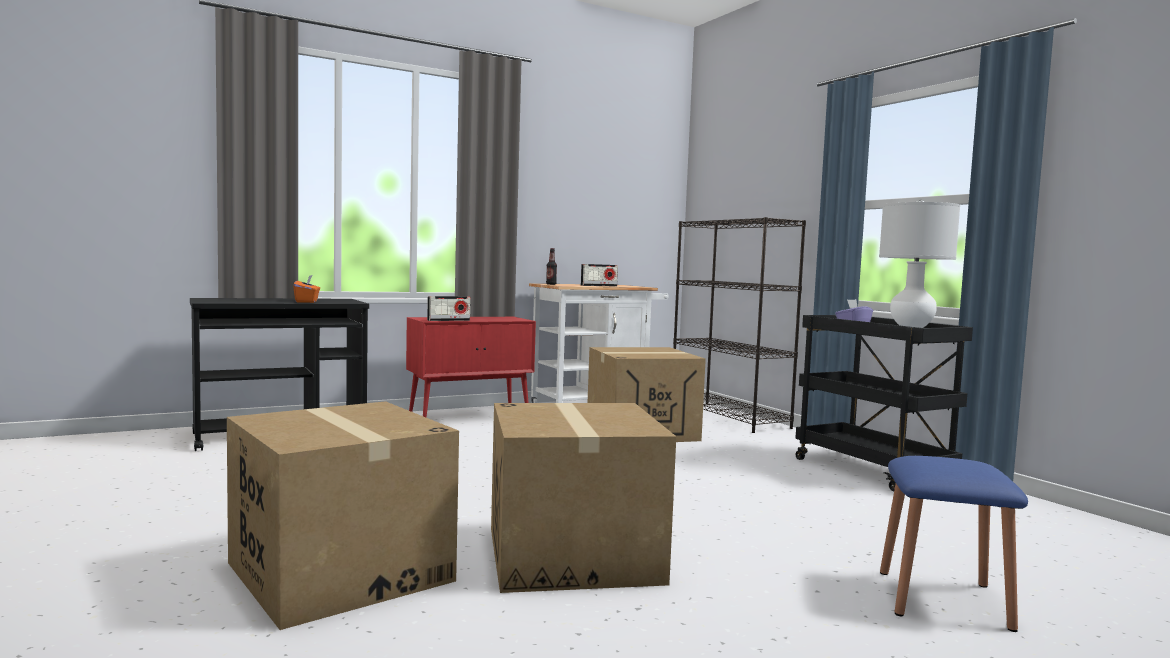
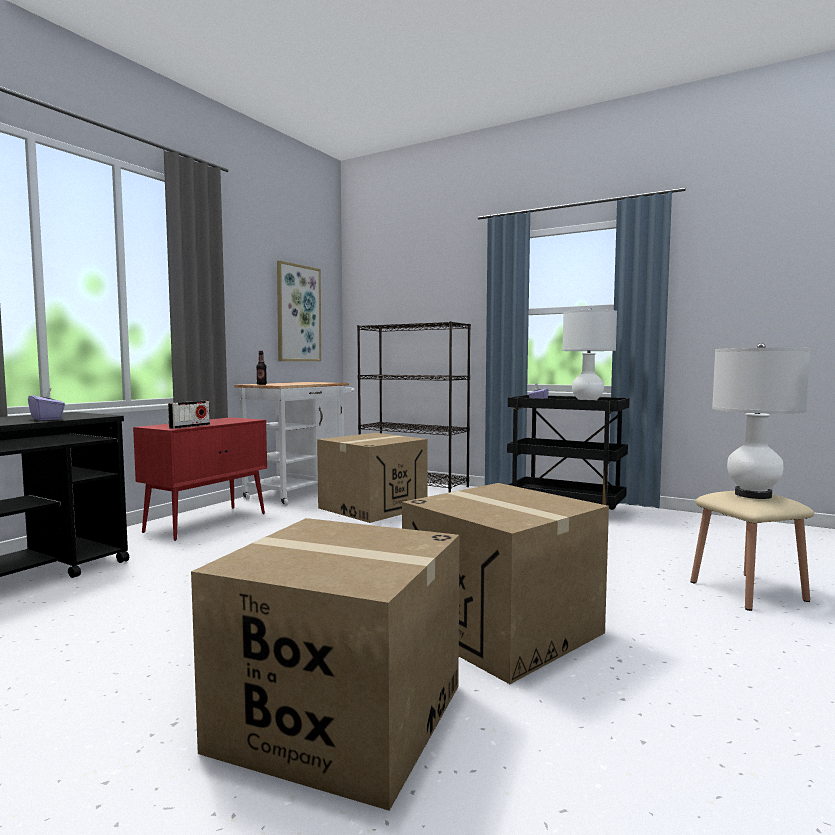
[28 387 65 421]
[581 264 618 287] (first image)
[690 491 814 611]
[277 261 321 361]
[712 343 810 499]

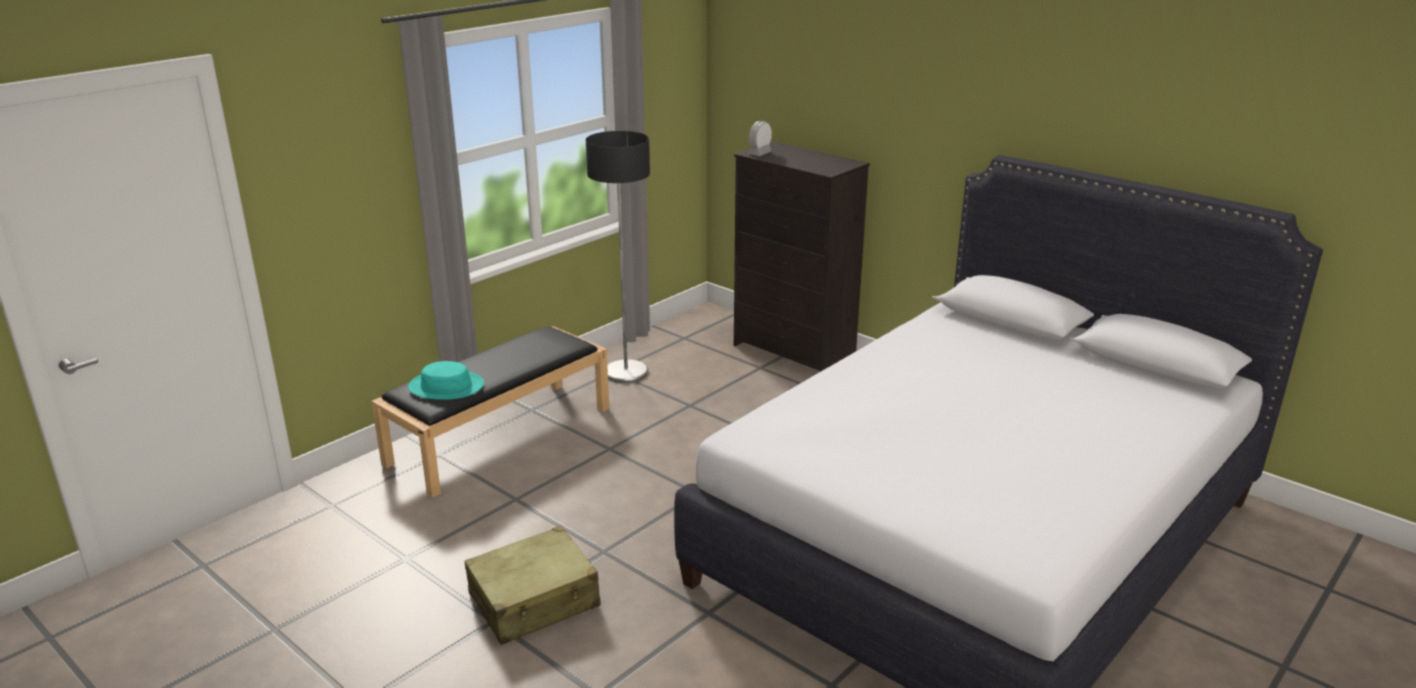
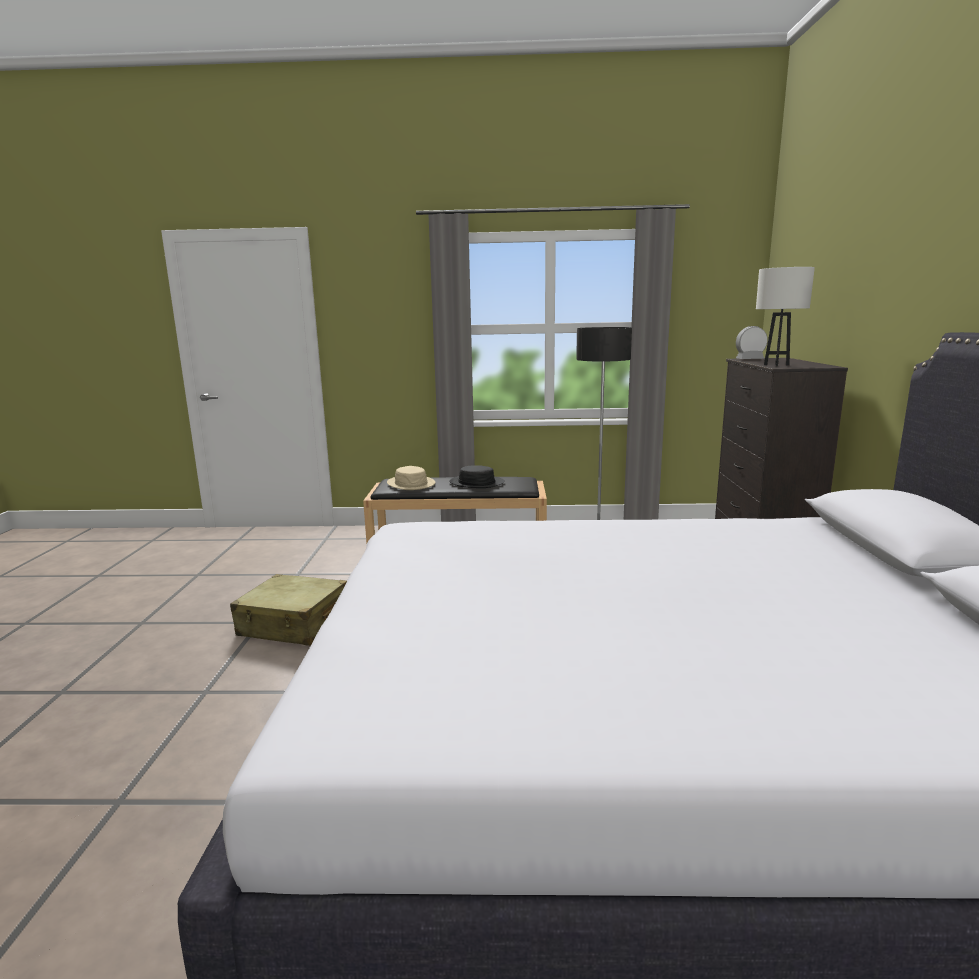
[387 466 435 490]
[449 465 504 488]
[756 267 815 366]

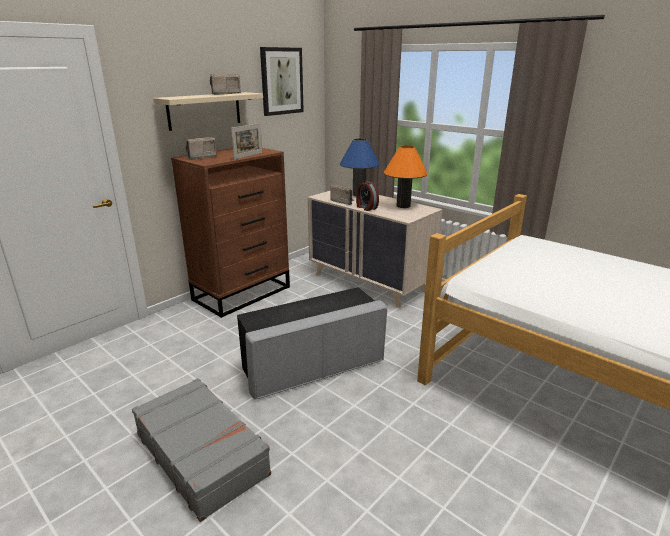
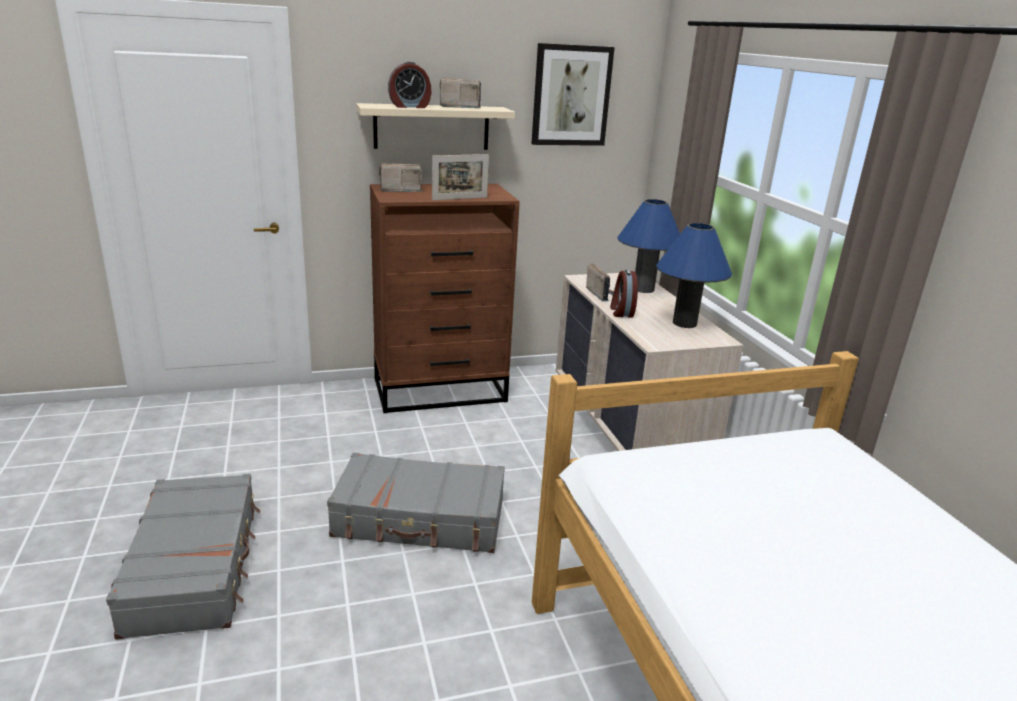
[327 452 505 553]
[656 223 732 328]
[388 61 431 108]

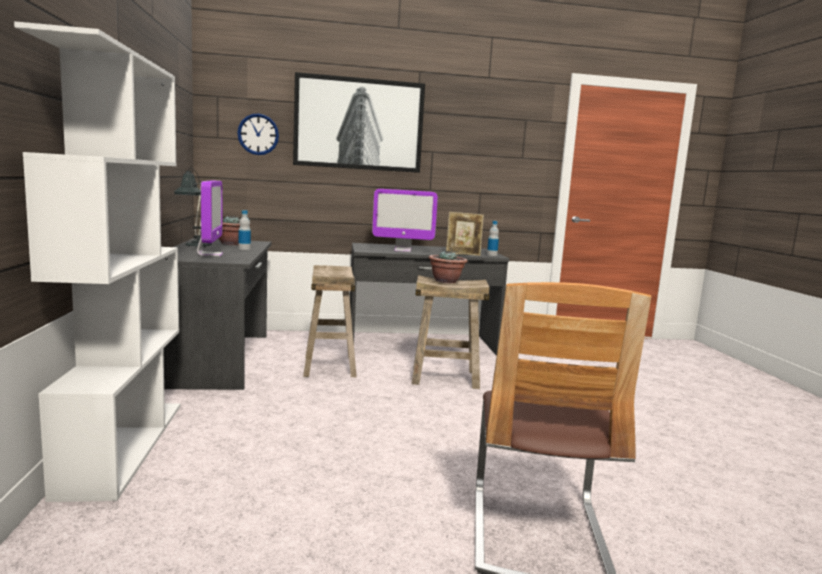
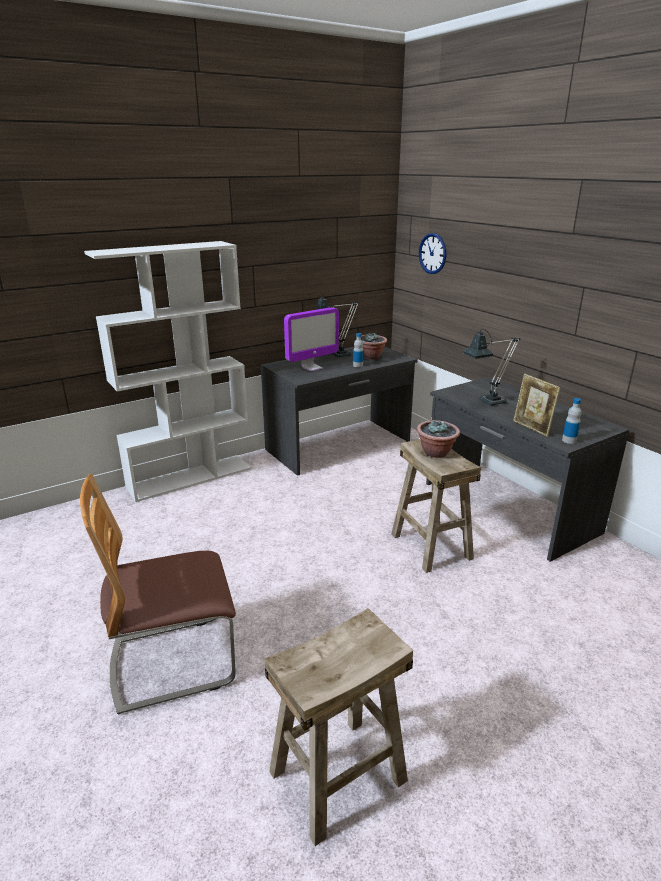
[293 72 425 173] (first image)
[265 608 413 846]
[463 329 520 406]

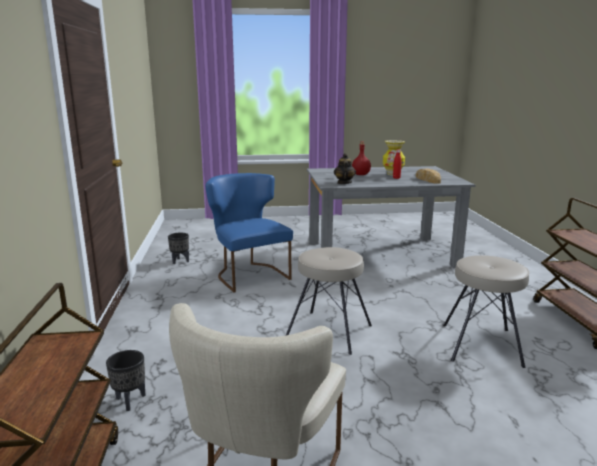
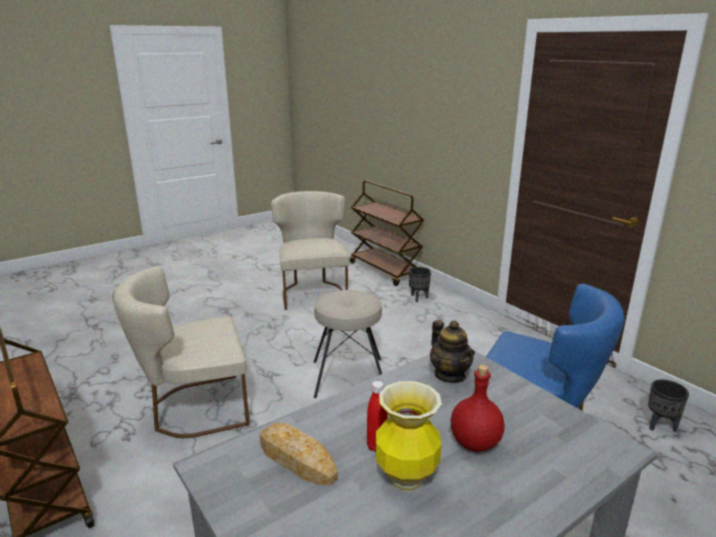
[112 266 250 438]

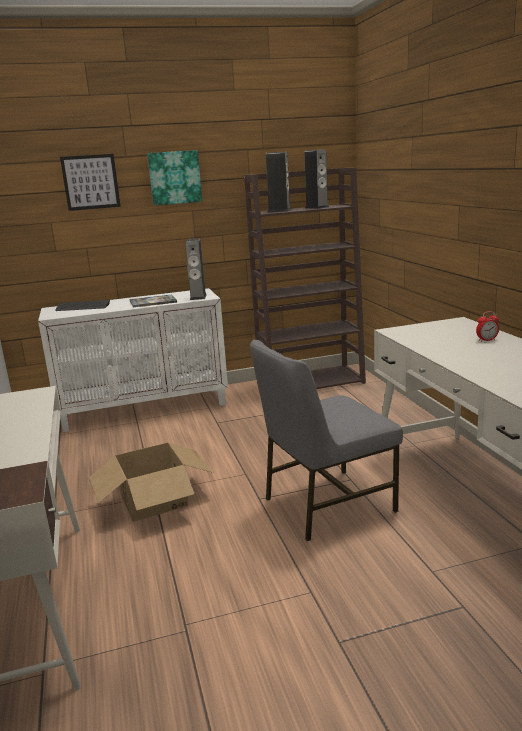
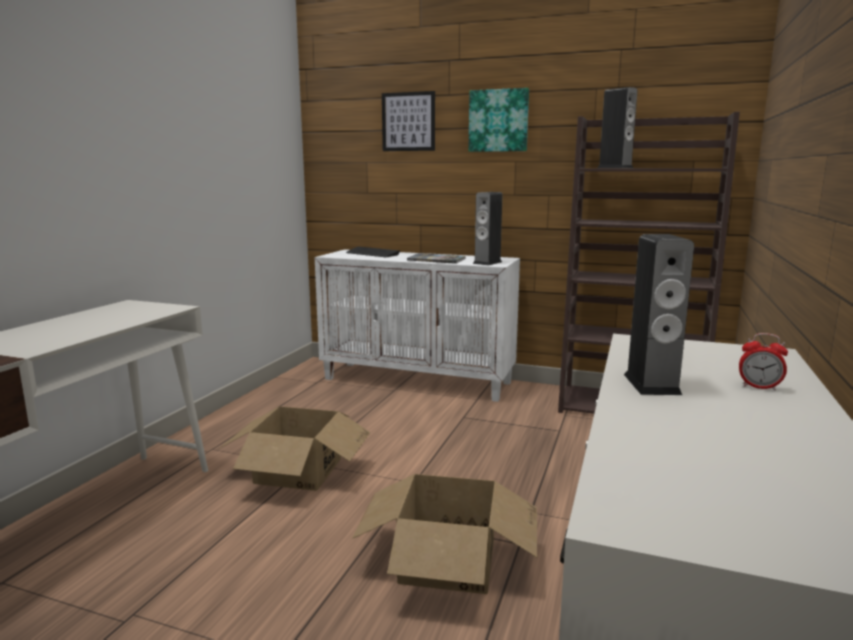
[352 474 537 594]
[624 234 694 395]

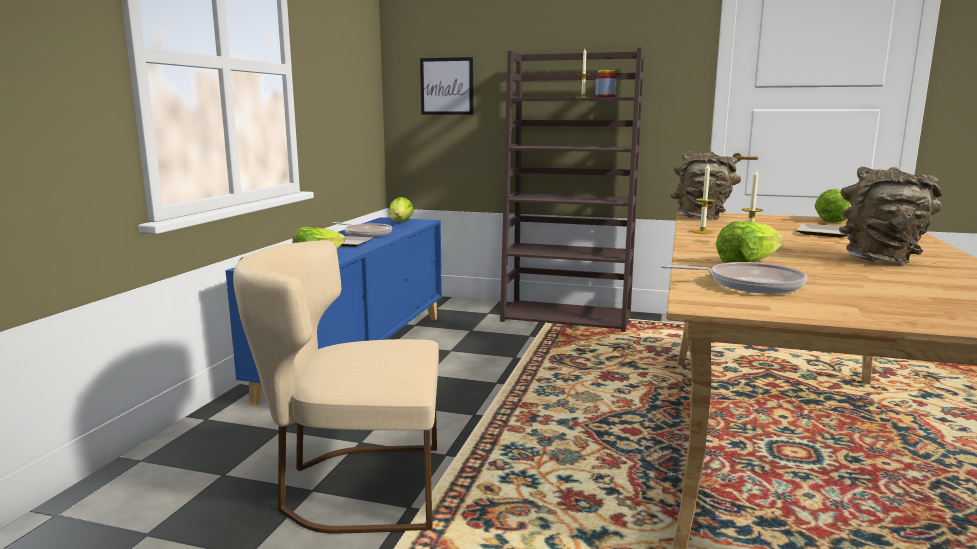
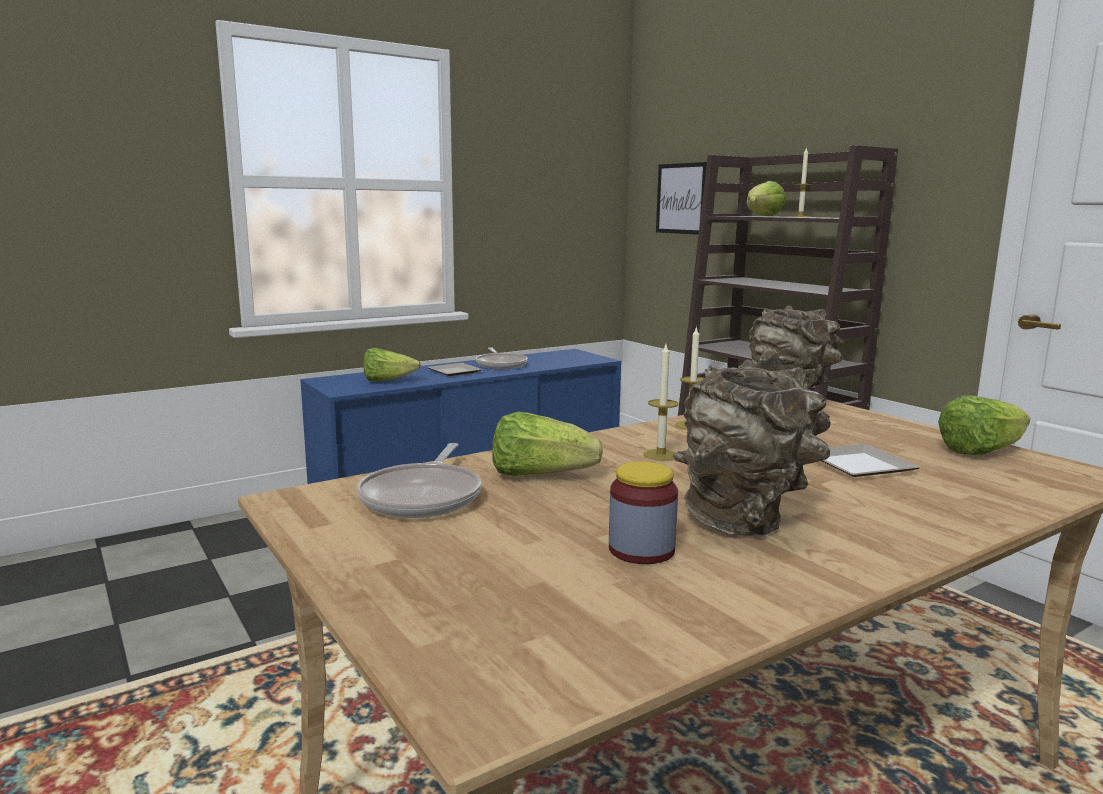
[233 240 439 534] (first image)
[747 181 786 216]
[609 462 678 564]
[357 443 481 518]

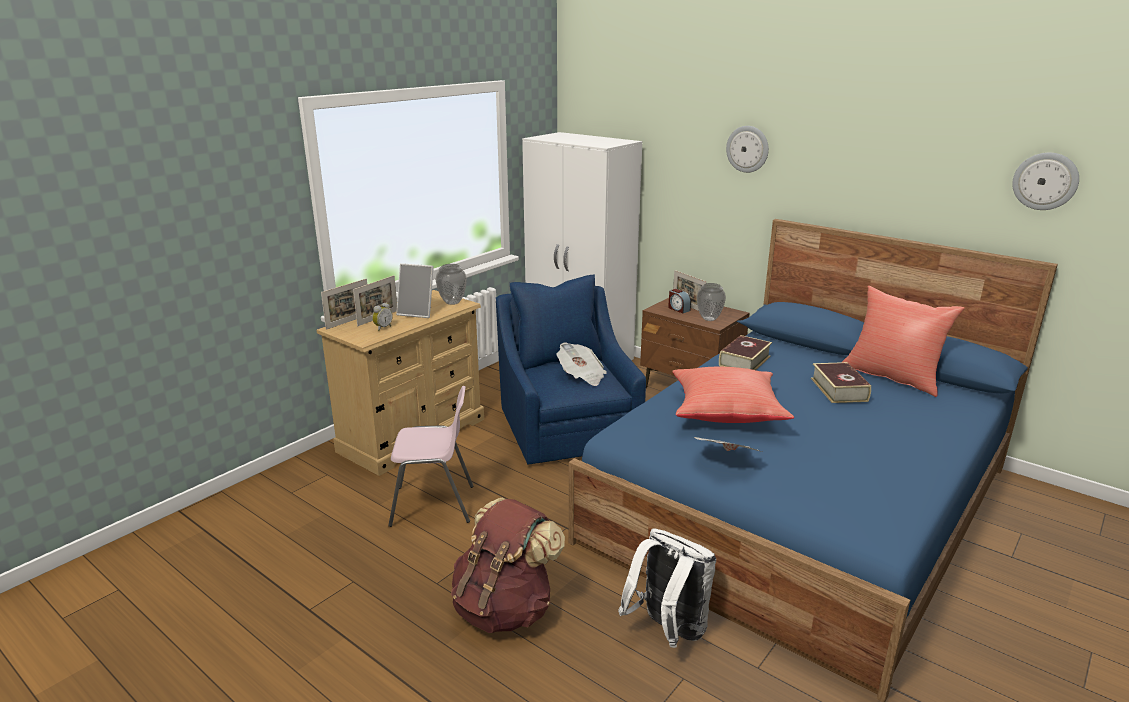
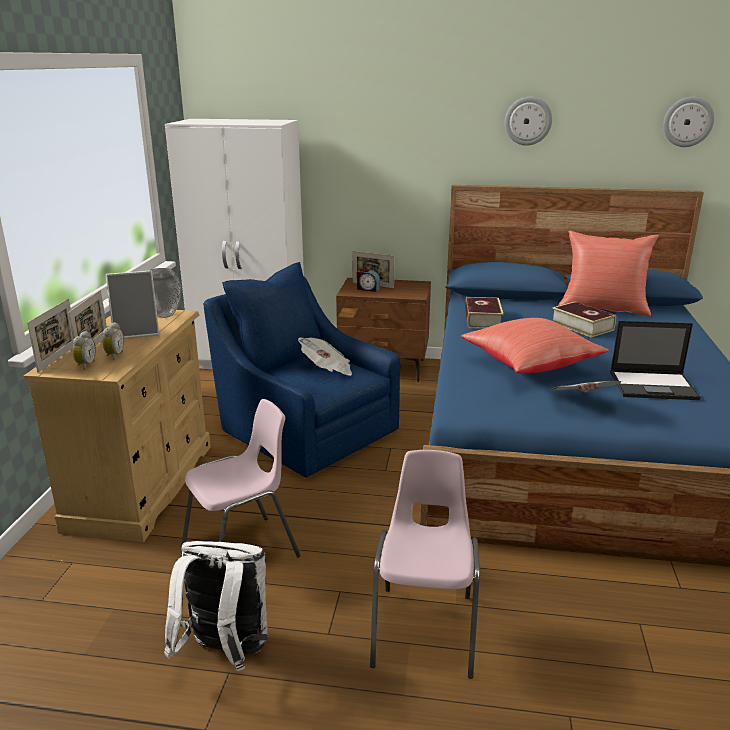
[370 450 480 679]
[164 541 268 671]
[697 283 726 321] (first image)
[505 97 552 146]
[73 331 96 370]
[610 321 701 400]

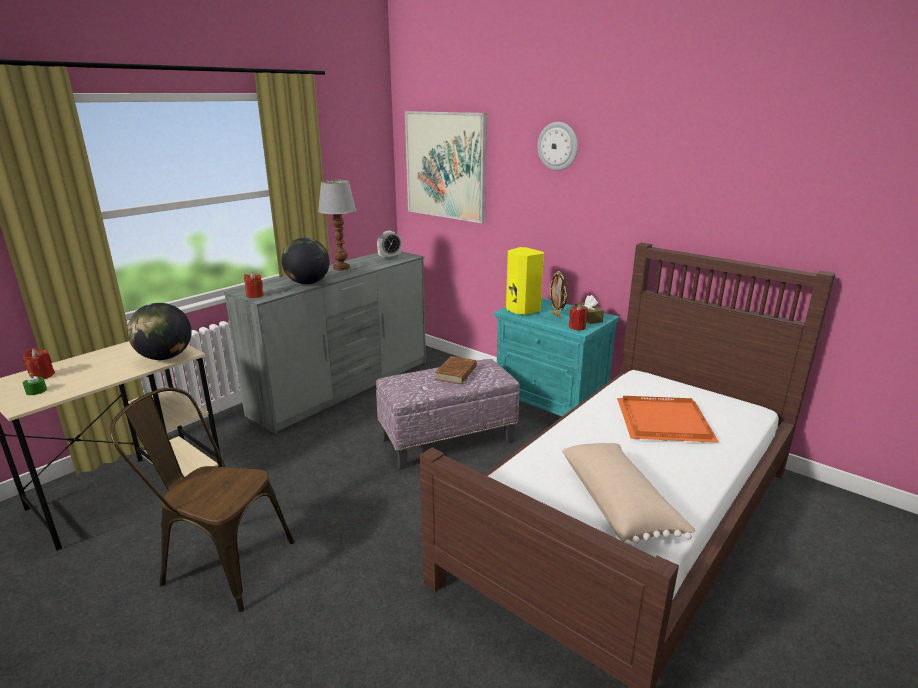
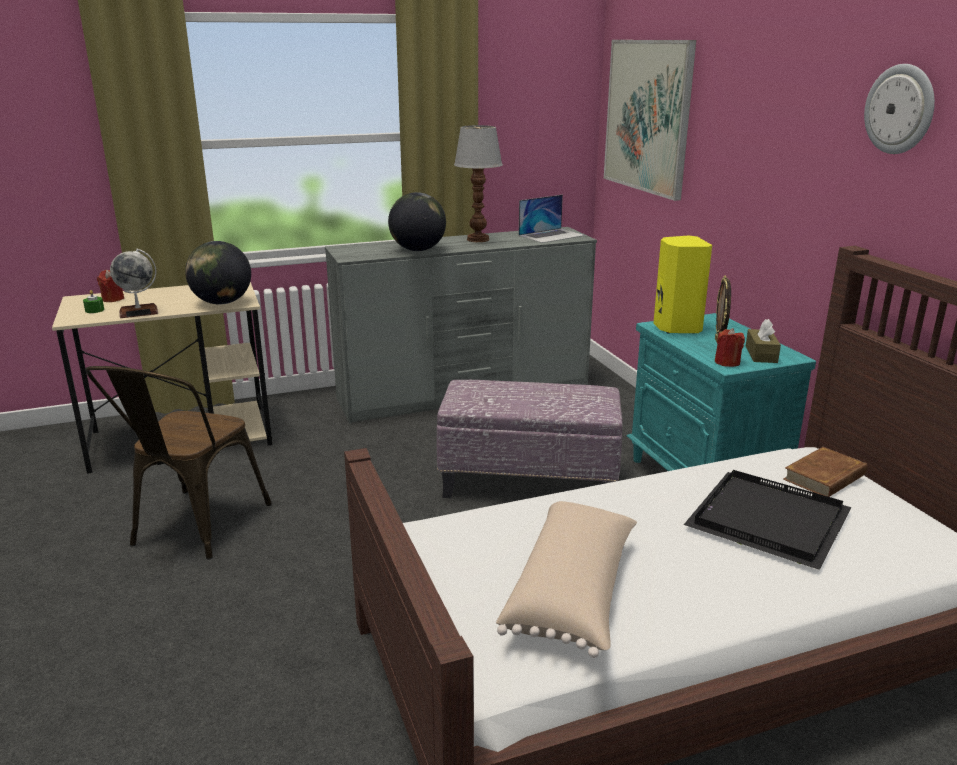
[85 366 272 560]
[244 272 264 298] (first image)
[519 195 585 243]
[783 447 867 497]
[864 64 935 154]
[684 470 852 570]
[110 249 158 318]

